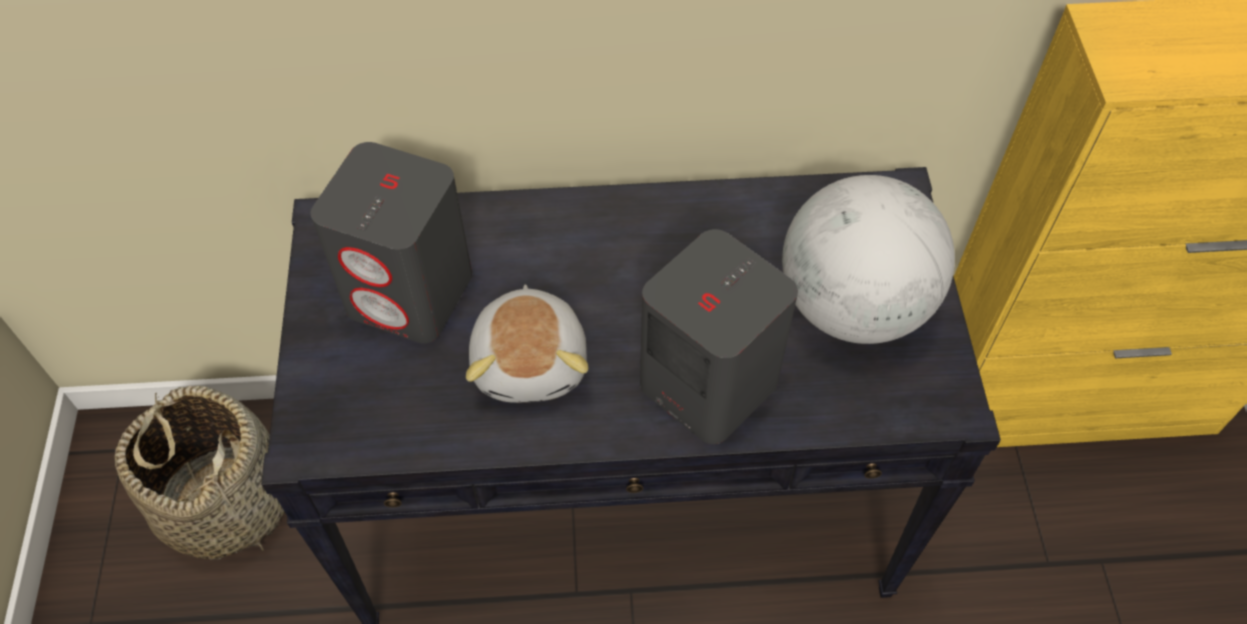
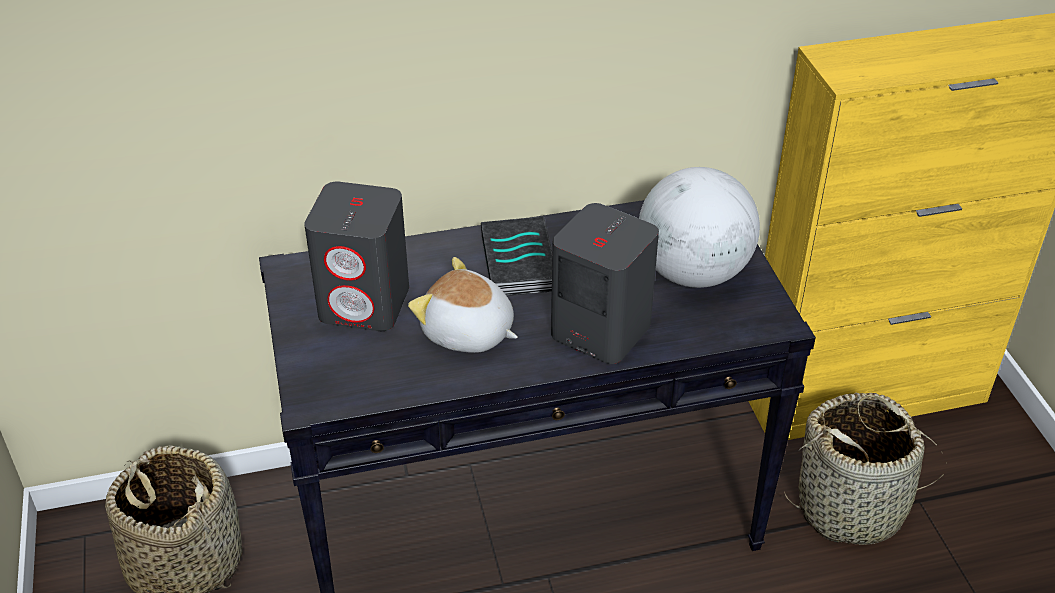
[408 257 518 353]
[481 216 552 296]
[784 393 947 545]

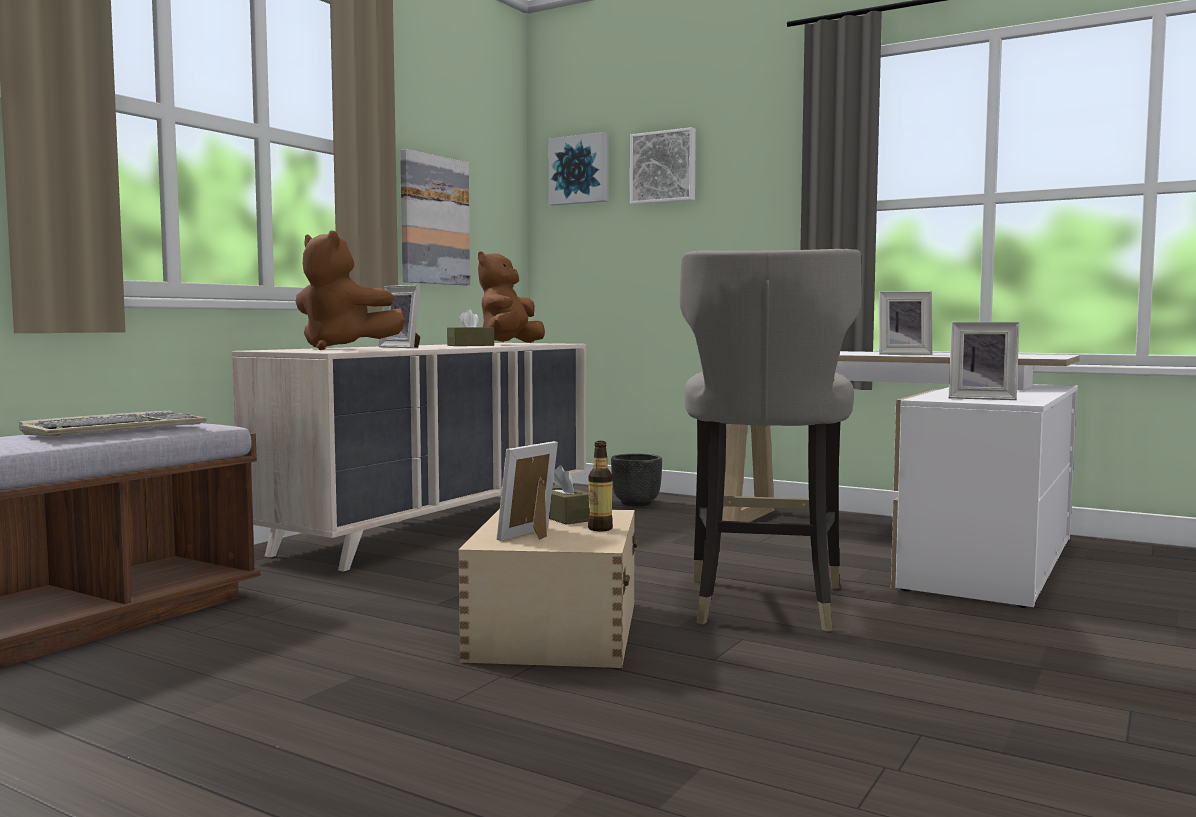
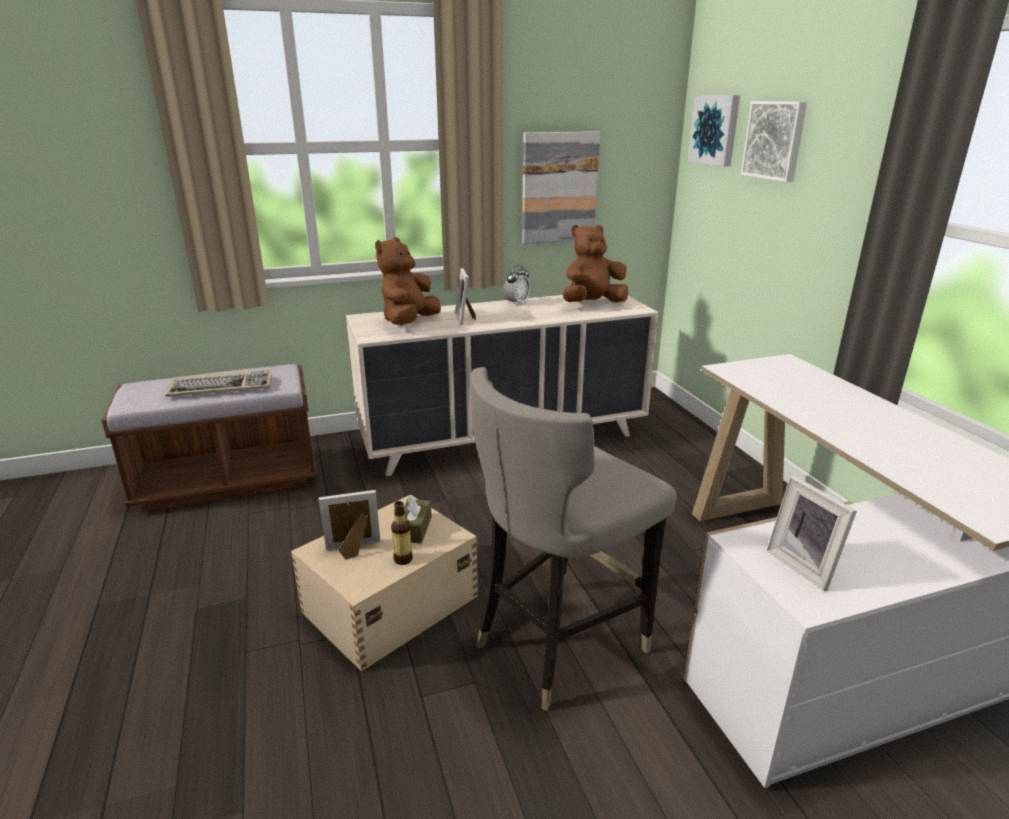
[375 237 441 325]
[447 310 494 346] (first image)
[611 454 662 506] (first image)
[879 291 933 355] (first image)
[504 265 530 305]

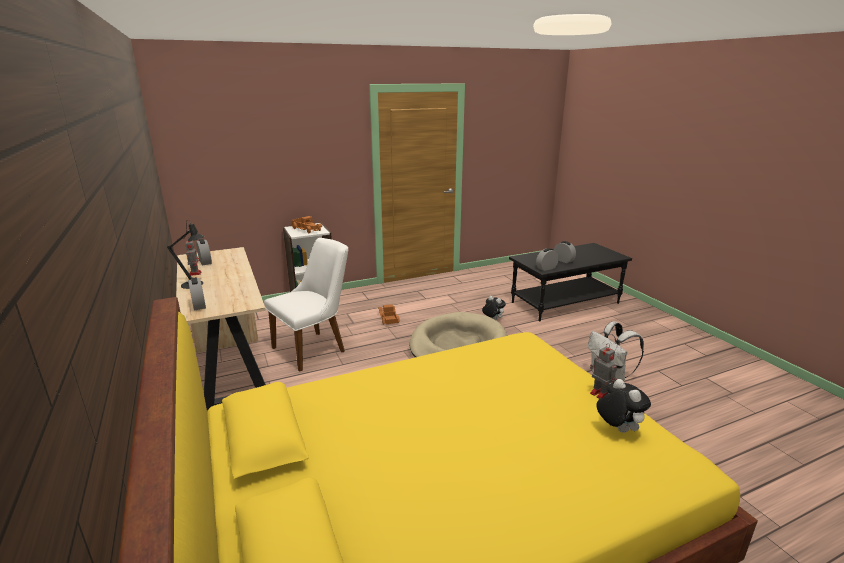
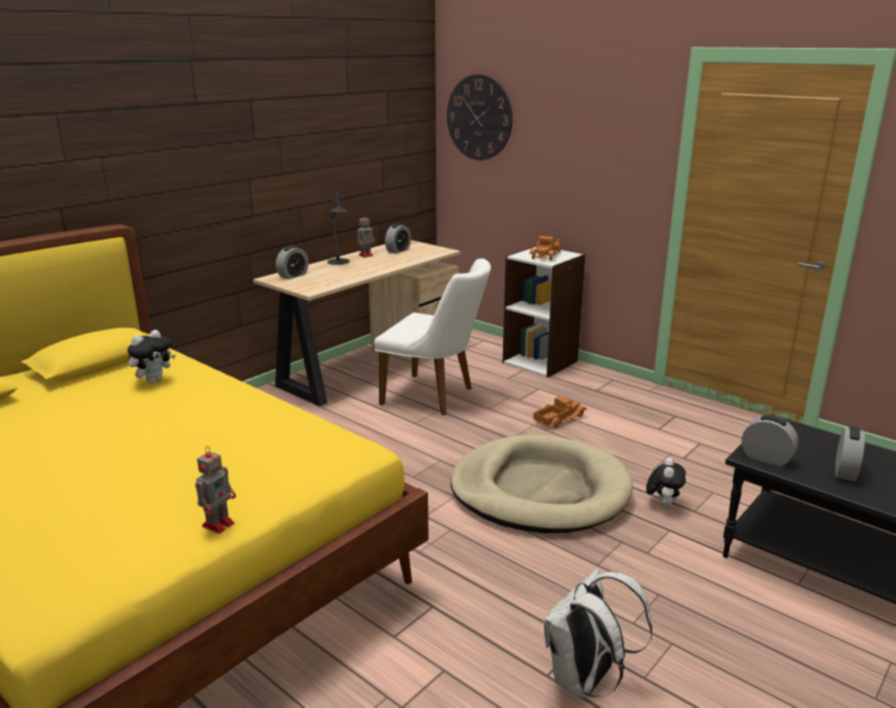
[127 330 176 384]
[447 74 513 160]

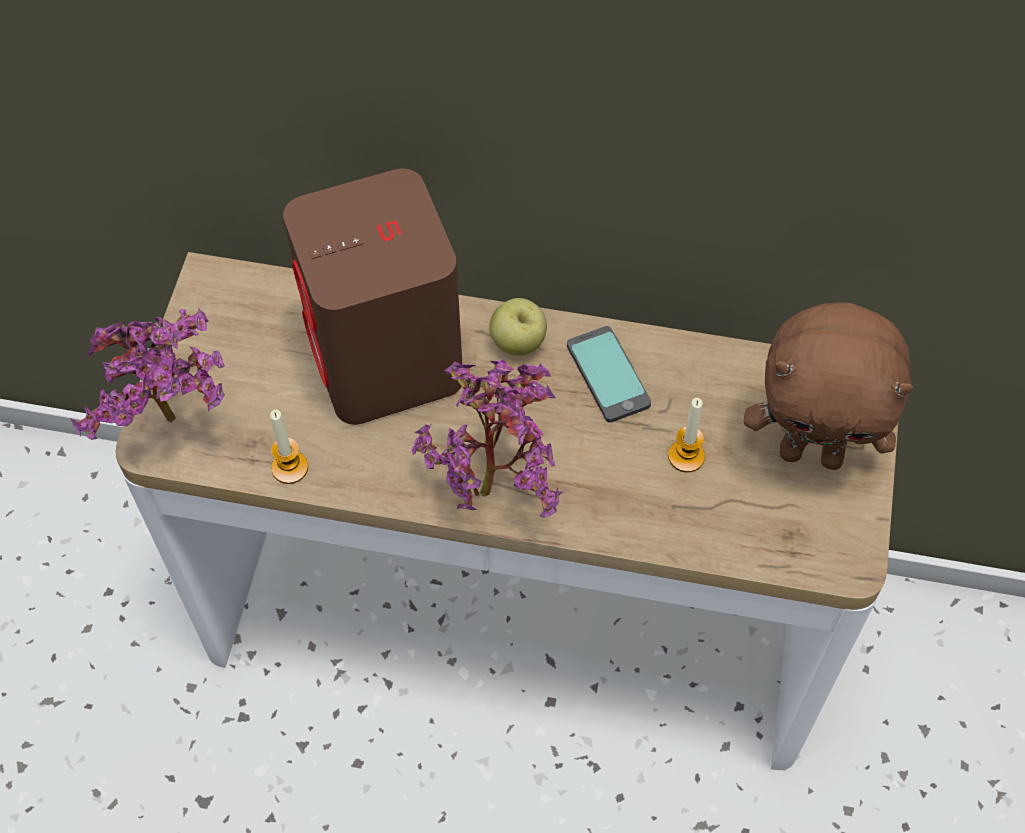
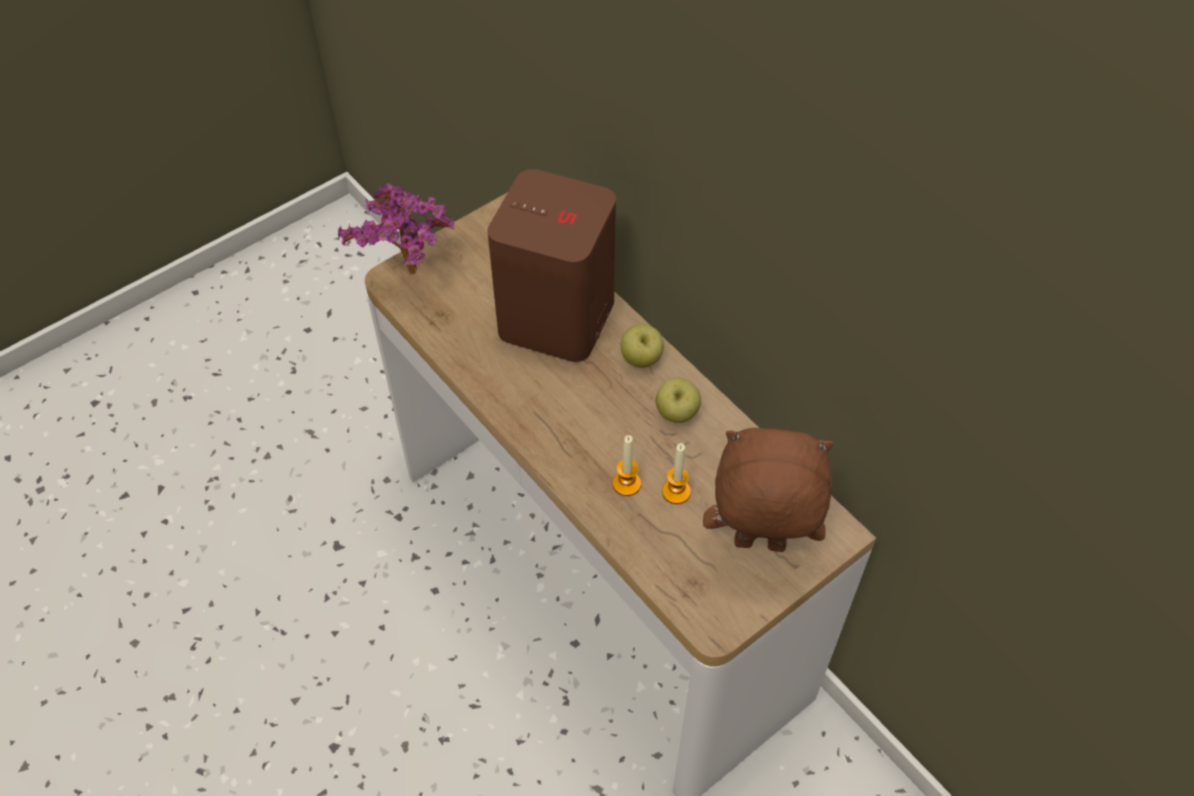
[613 435 641 496]
[412 360 563 518] (first image)
[656 378 701 423]
[703 428 834 552]

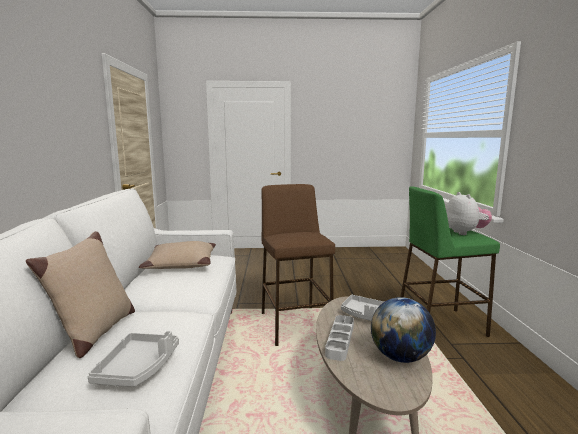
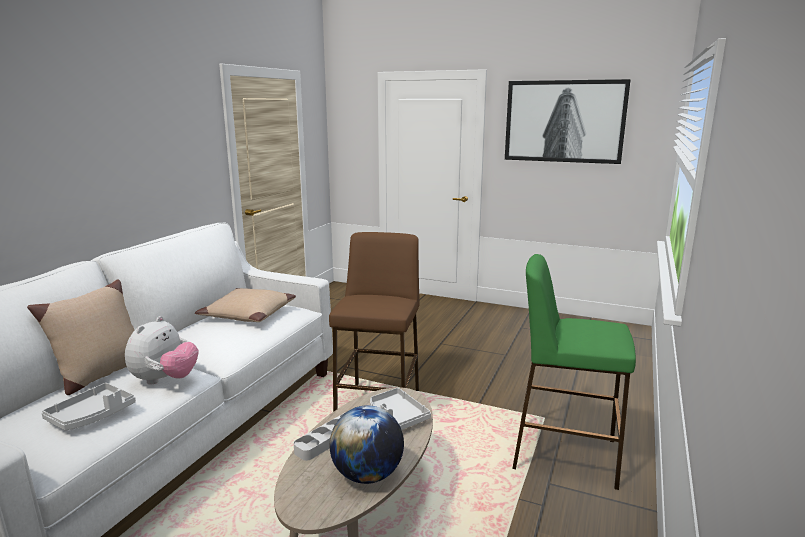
[125 316 198 385]
[505 79 631 164]

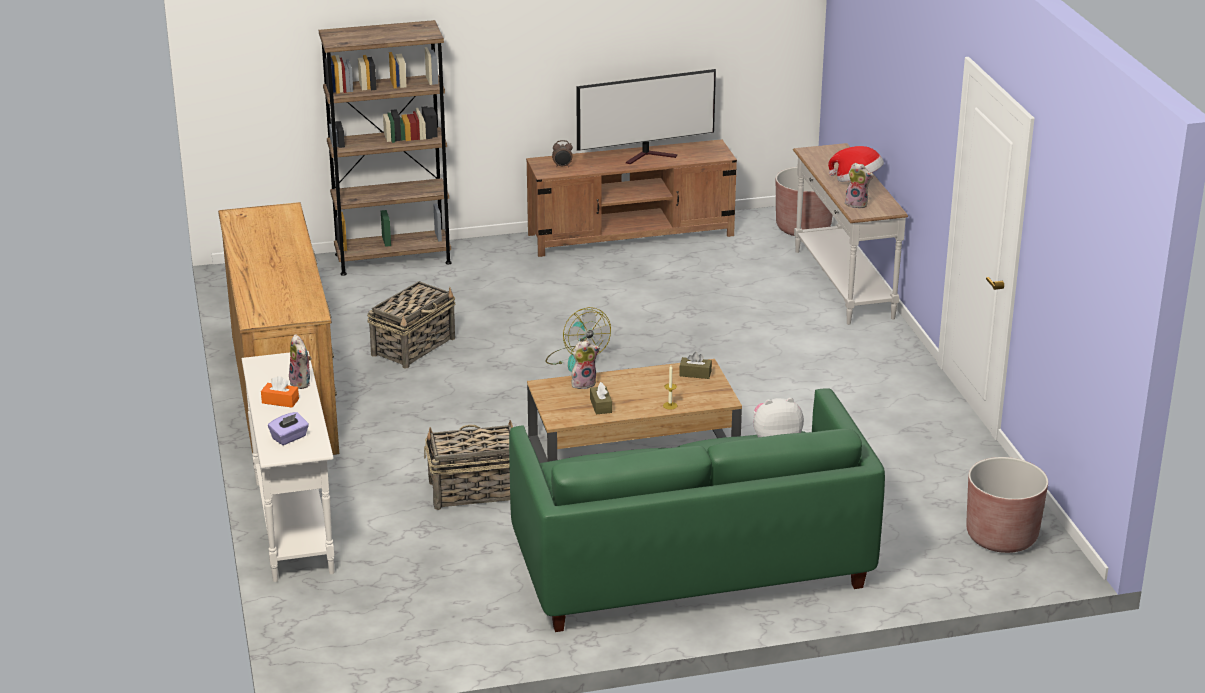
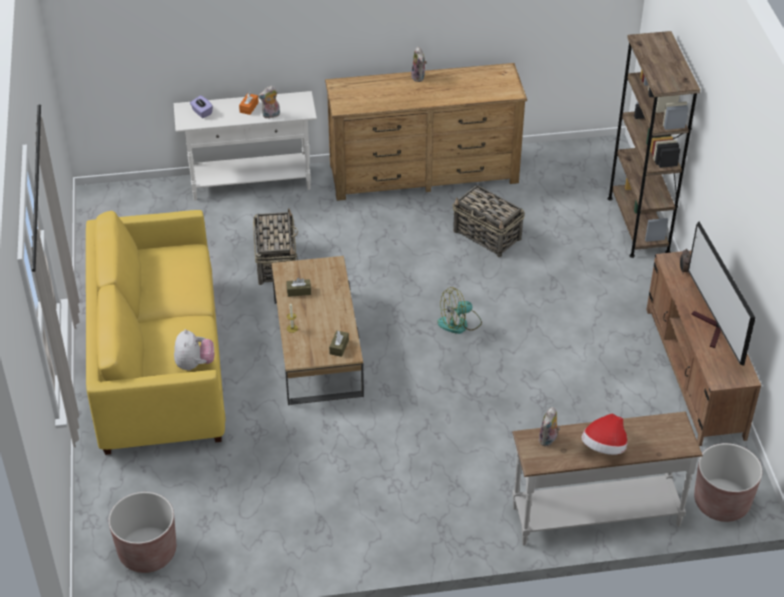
[86 210 226 455]
[411 47 427 82]

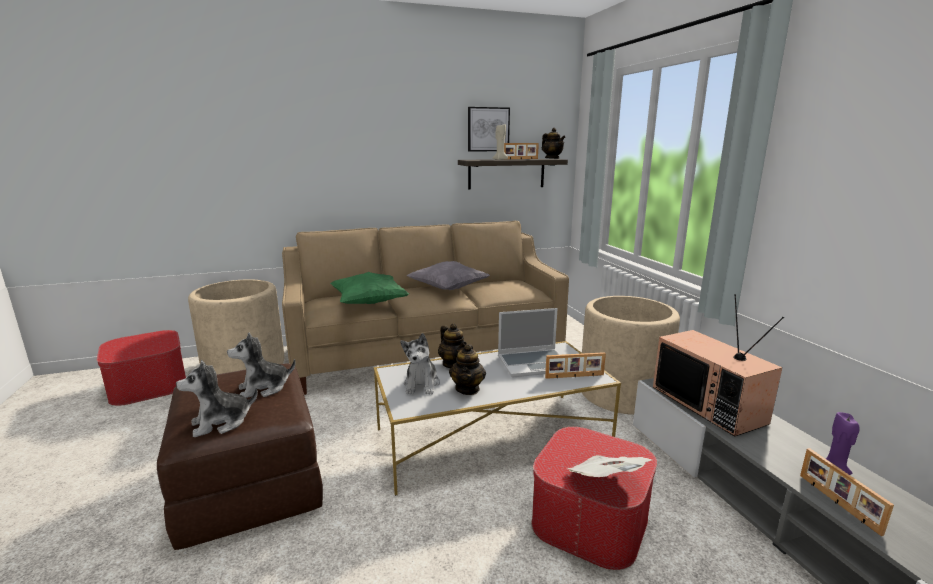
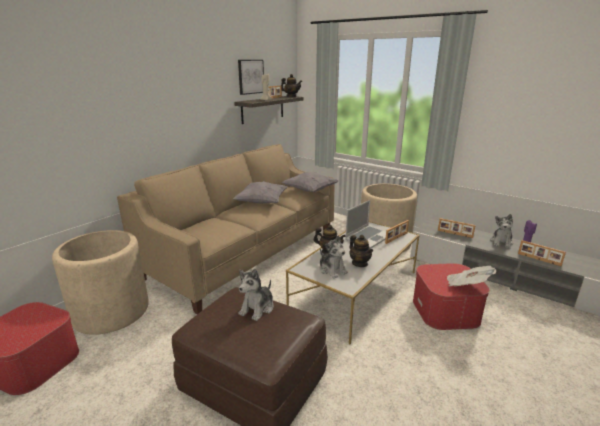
[490 214 513 248]
[330 272 409 304] (first image)
[438 218 476 238]
[281 172 339 192]

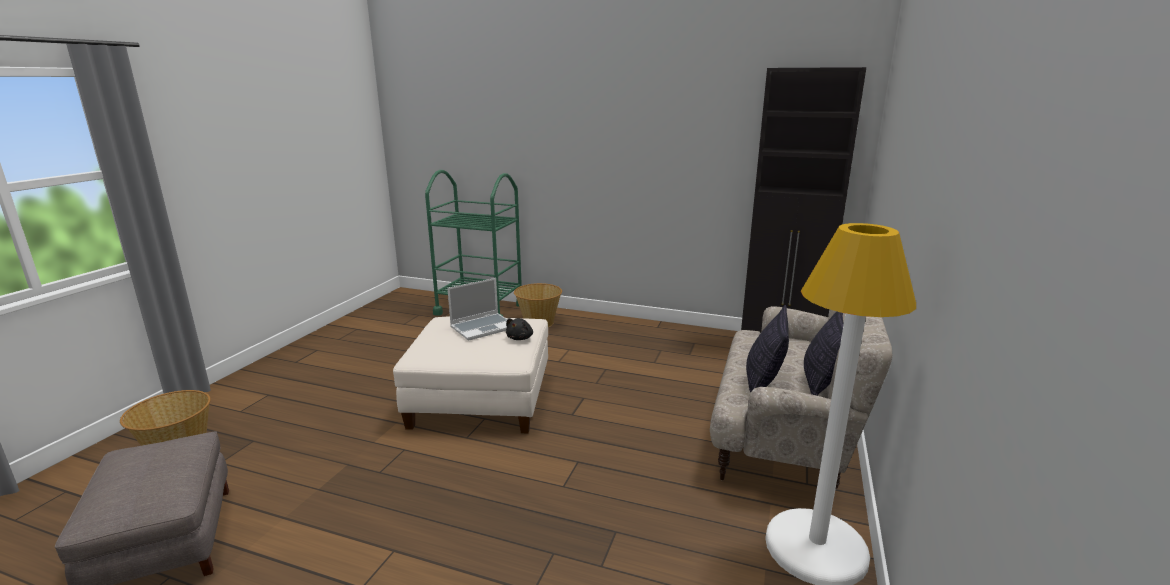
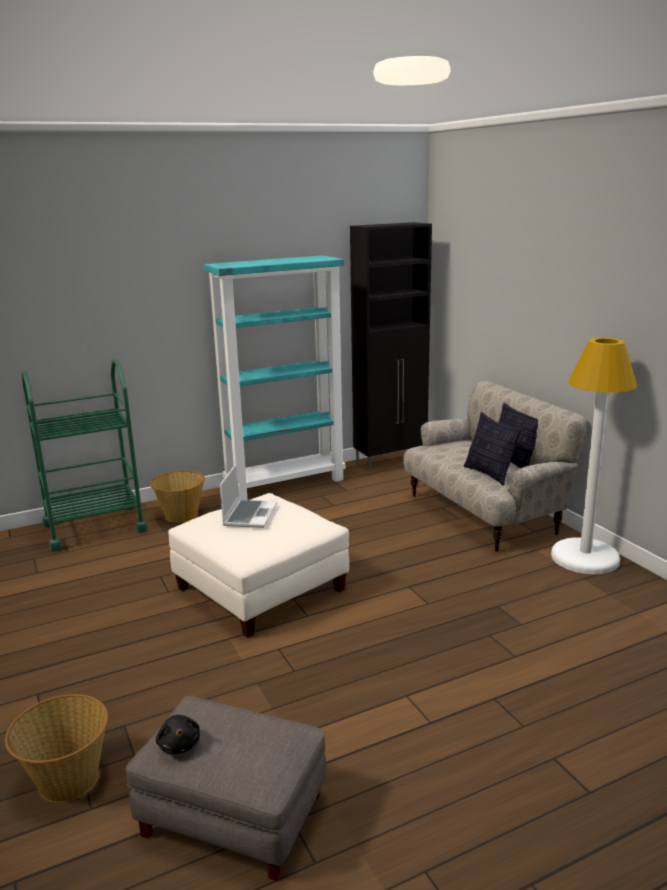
[156 715 200 754]
[204 255 346 500]

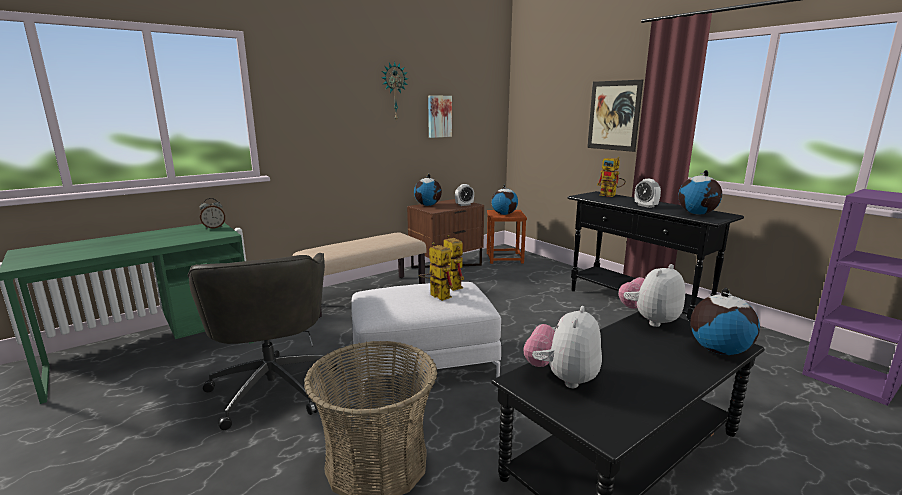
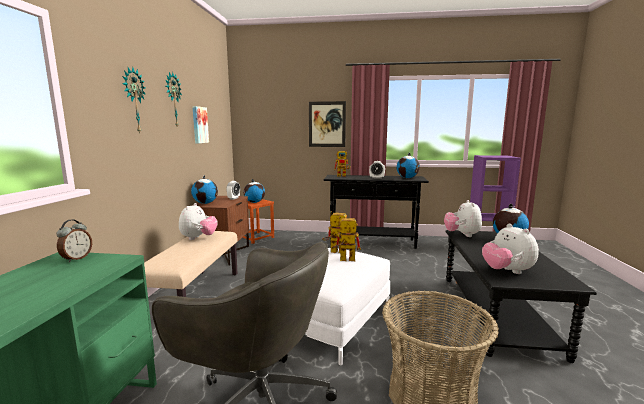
[122 67 146 133]
[179 203 217 240]

